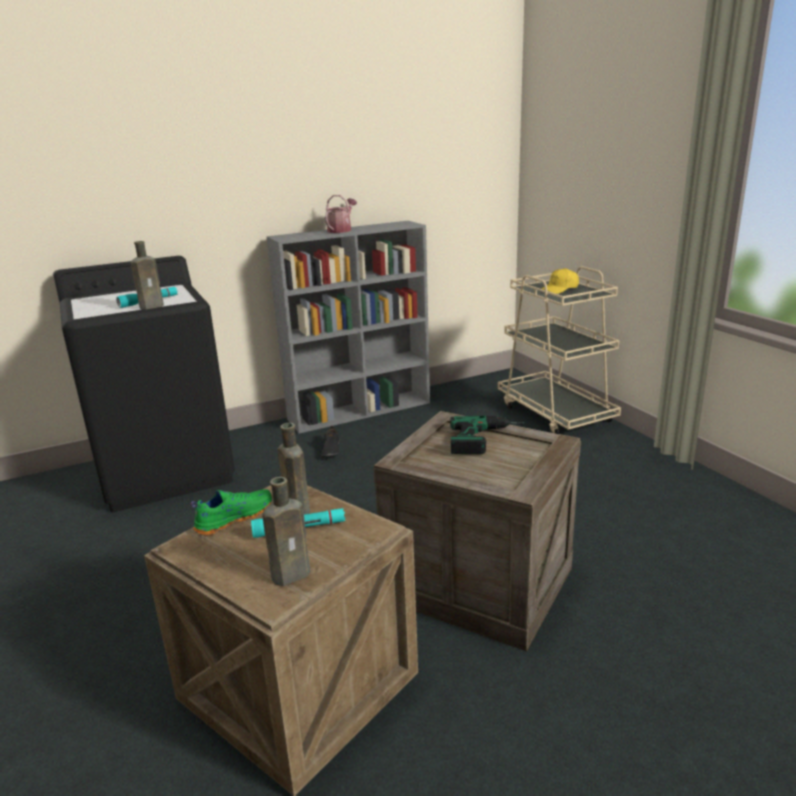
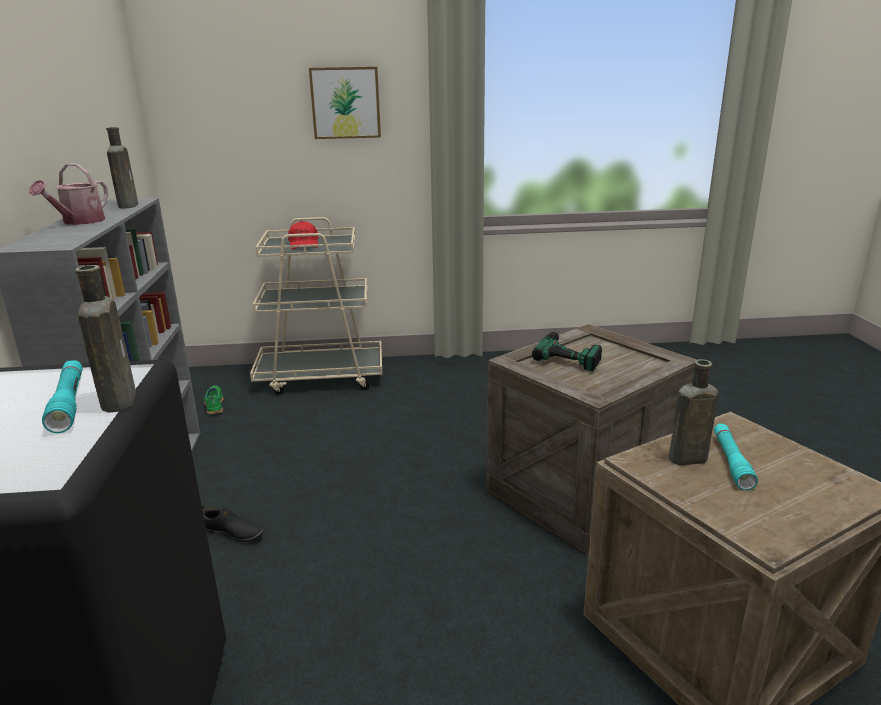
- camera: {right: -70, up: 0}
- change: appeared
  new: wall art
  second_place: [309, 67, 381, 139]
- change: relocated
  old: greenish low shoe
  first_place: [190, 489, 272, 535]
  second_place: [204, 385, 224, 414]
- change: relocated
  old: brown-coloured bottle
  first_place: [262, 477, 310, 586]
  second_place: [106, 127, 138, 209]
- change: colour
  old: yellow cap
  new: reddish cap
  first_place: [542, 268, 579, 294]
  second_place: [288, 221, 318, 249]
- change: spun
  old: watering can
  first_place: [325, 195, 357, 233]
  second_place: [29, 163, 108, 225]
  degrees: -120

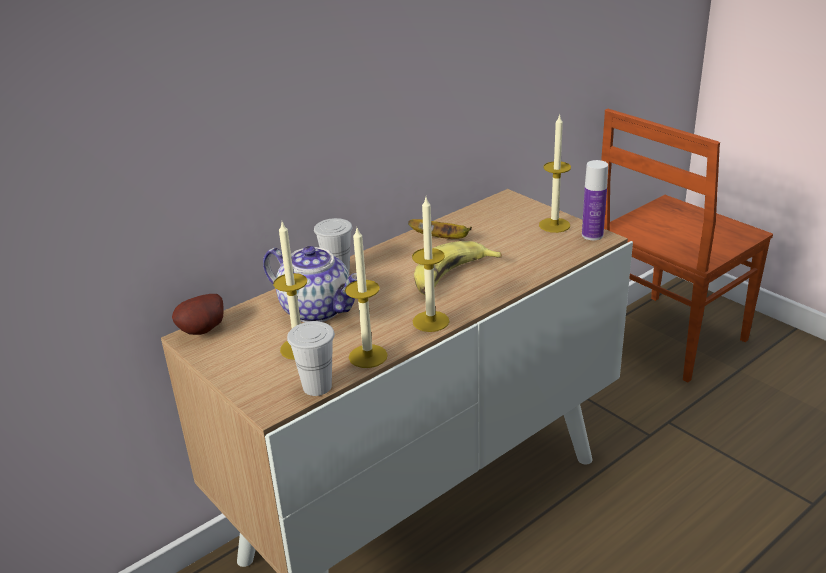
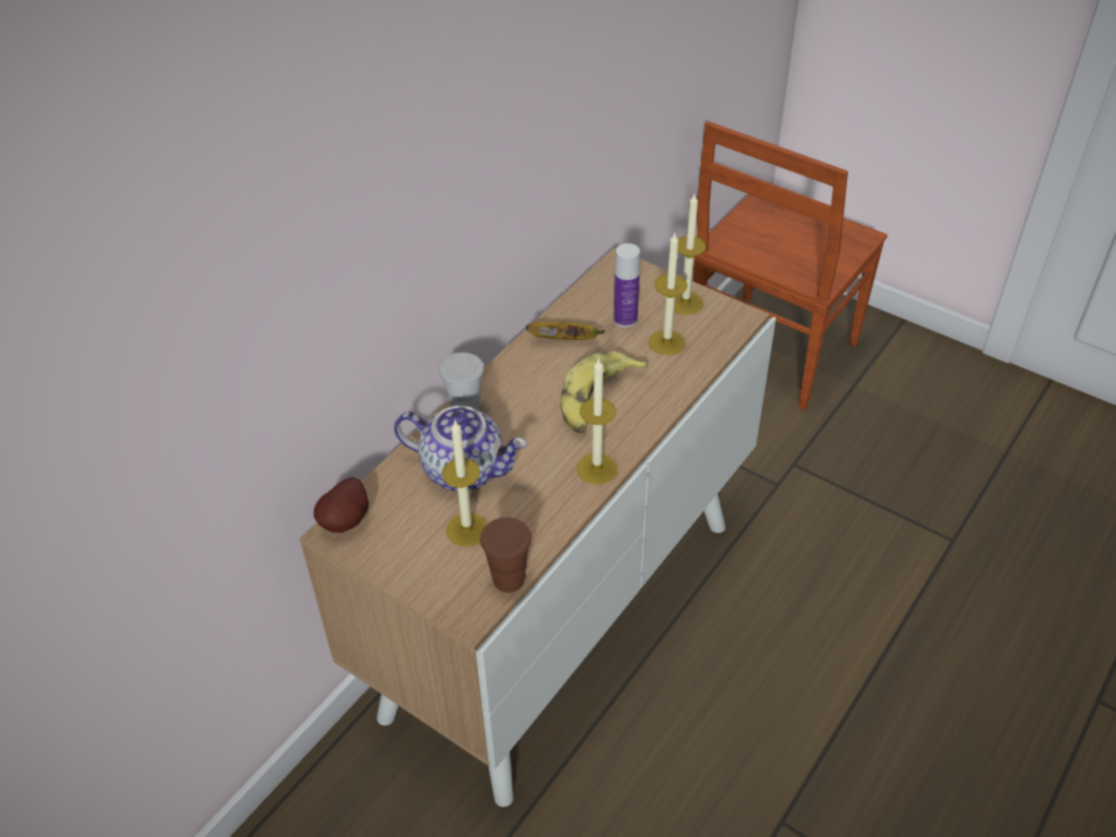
- camera: {right: -15, up: 15}
- change: relocated
  old: wax light
  first_place: [345, 228, 388, 368]
  second_place: [649, 233, 688, 356]
- change: relocated
  old: bottle
  first_place: [582, 160, 608, 240]
  second_place: [613, 243, 640, 328]
- change: colour
  old: whitish drinking cup
  new: brown-coloured drinking cup
  first_place: [287, 321, 335, 396]
  second_place: [480, 517, 532, 593]

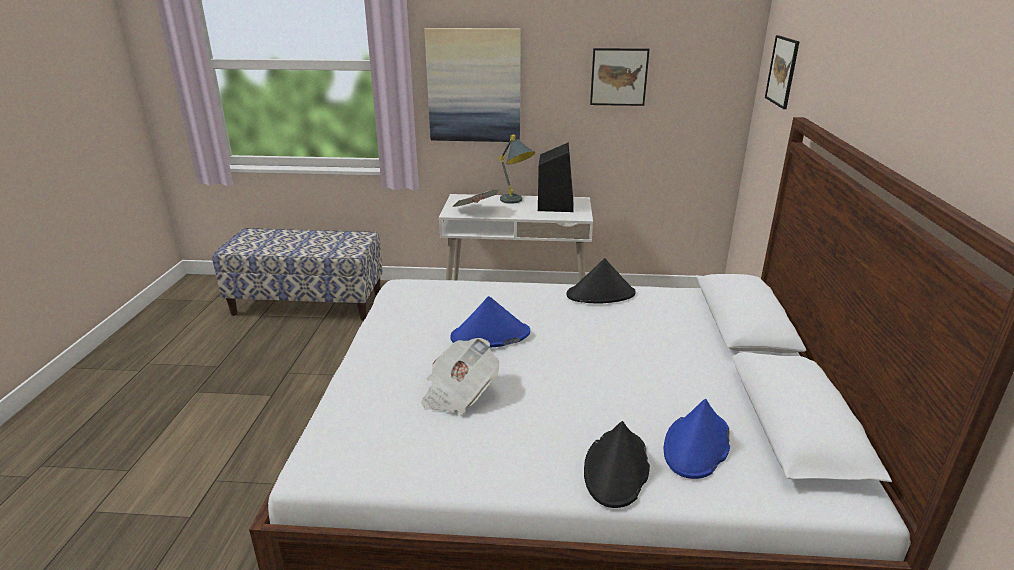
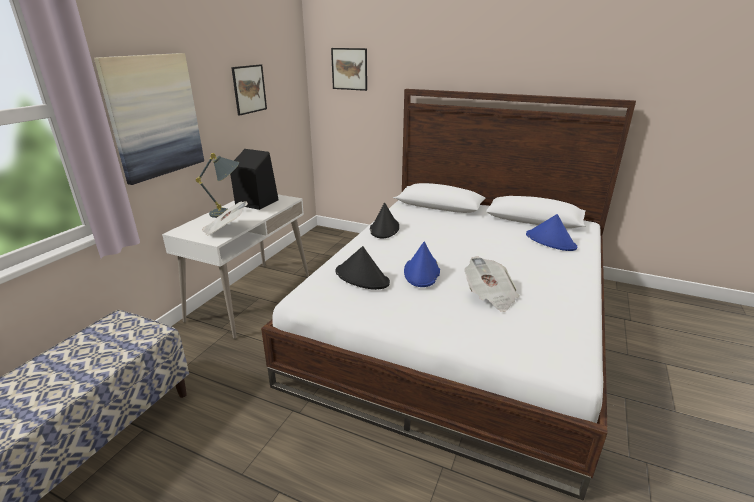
- camera: {right: -70, up: 0}
- change: relocated
  old: black wearable hat
  first_place: [584, 421, 650, 508]
  second_place: [335, 246, 390, 290]

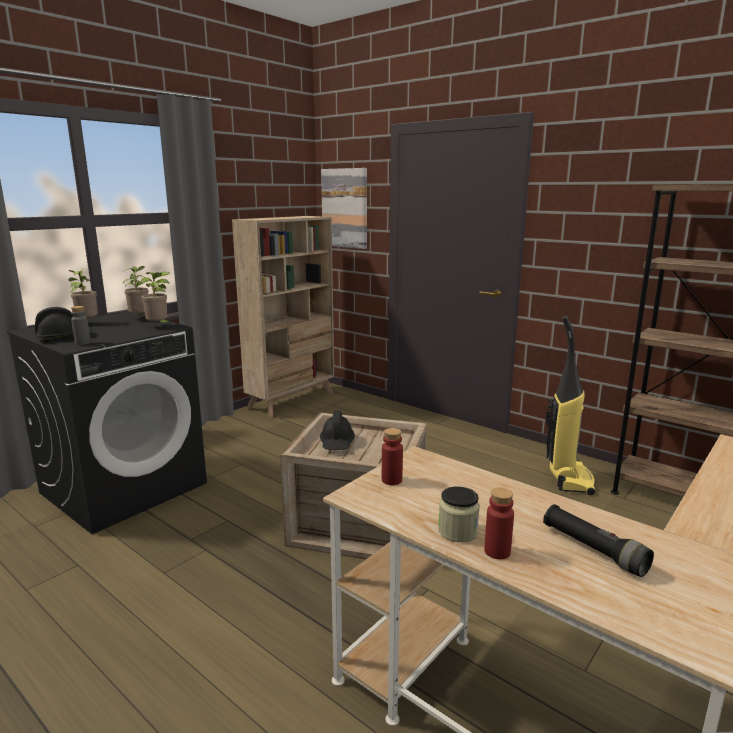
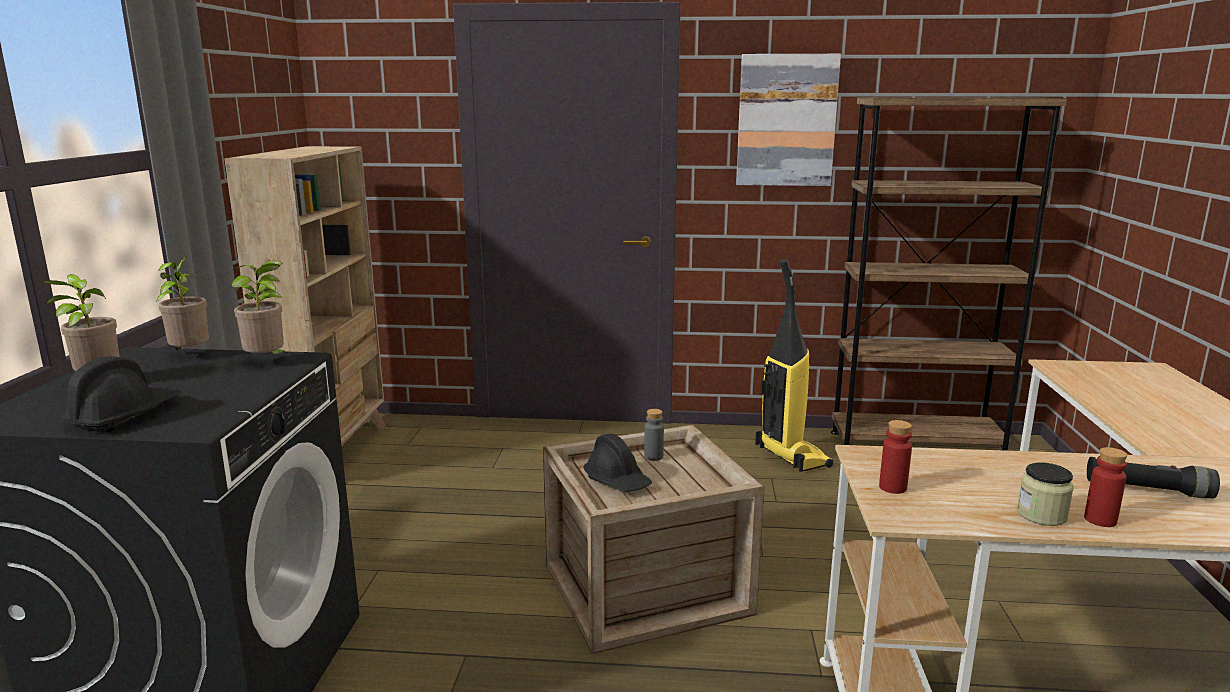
- camera: {right: -35, up: 0}
- change: relocated
  old: grey bottle
  first_place: [71, 306, 91, 345]
  second_place: [644, 409, 664, 461]
- change: relocated
  old: wall art
  first_place: [321, 168, 367, 249]
  second_place: [736, 54, 841, 186]

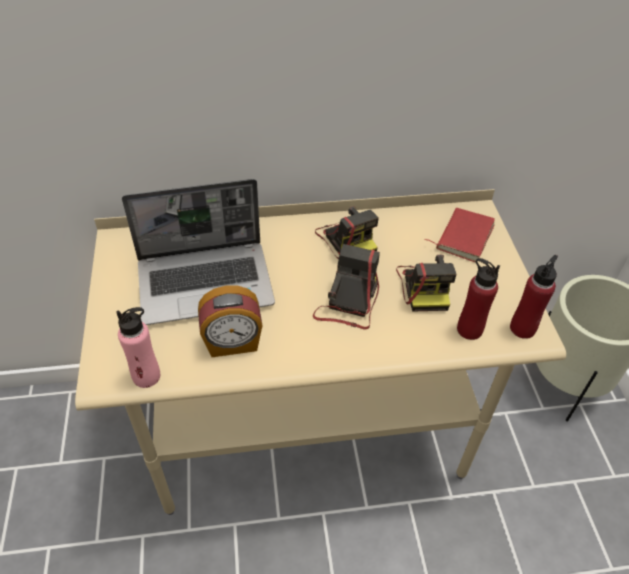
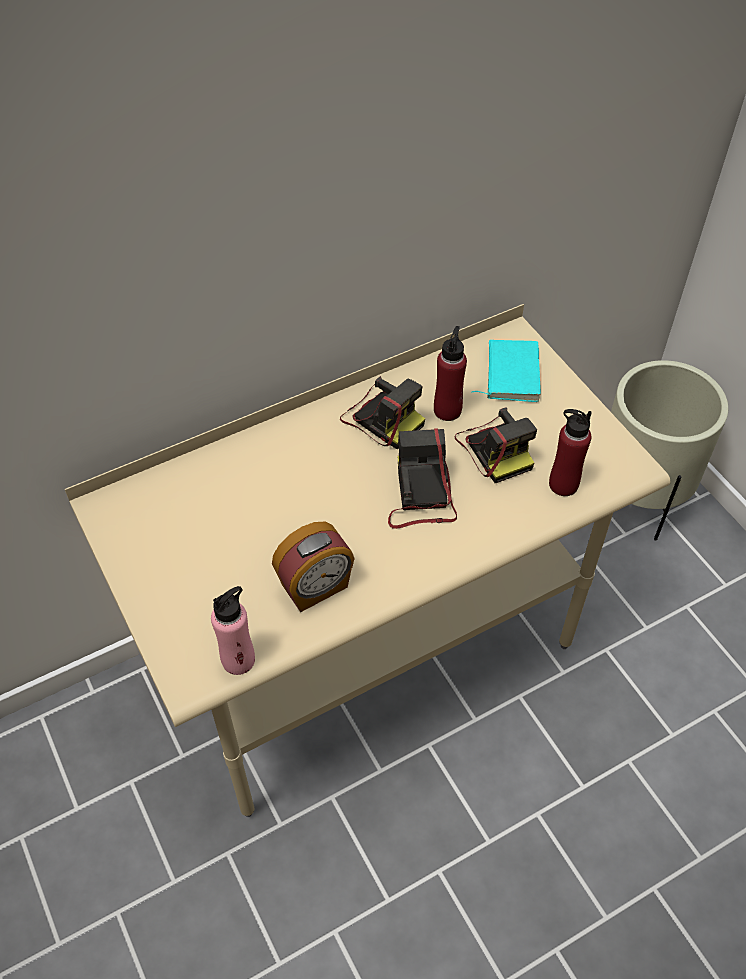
- camera: {right: -20, up: 5}
- change: missing
  old: laptop
  first_place: [122, 179, 275, 325]
- change: relocated
  old: reddish bottle
  first_place: [510, 255, 558, 339]
  second_place: [434, 326, 467, 421]
- change: colour
  old: reddish bound book
  new: blue-green bound book
  first_place: [424, 208, 495, 262]
  second_place: [471, 340, 541, 402]

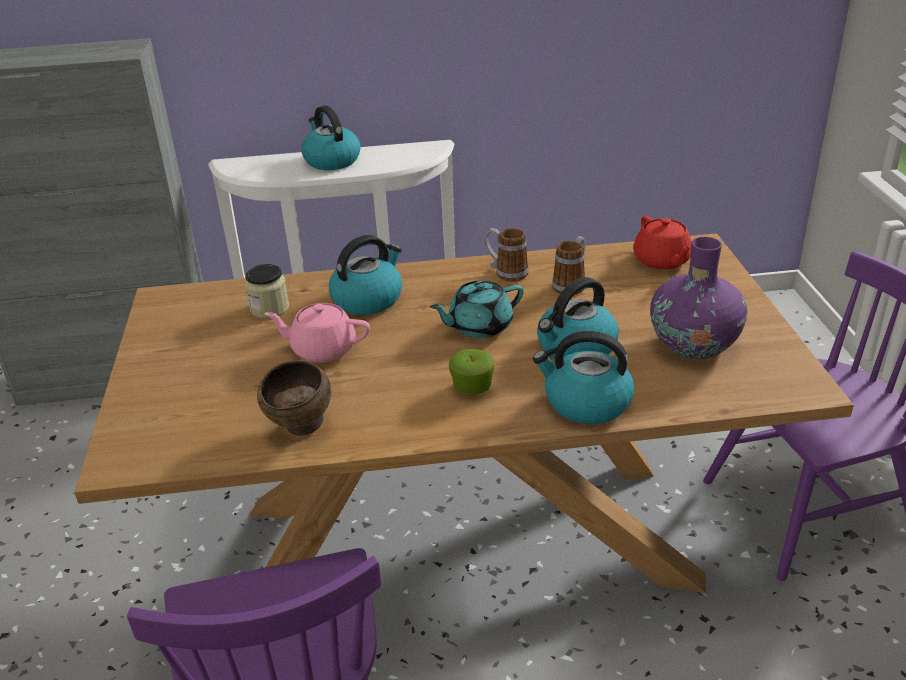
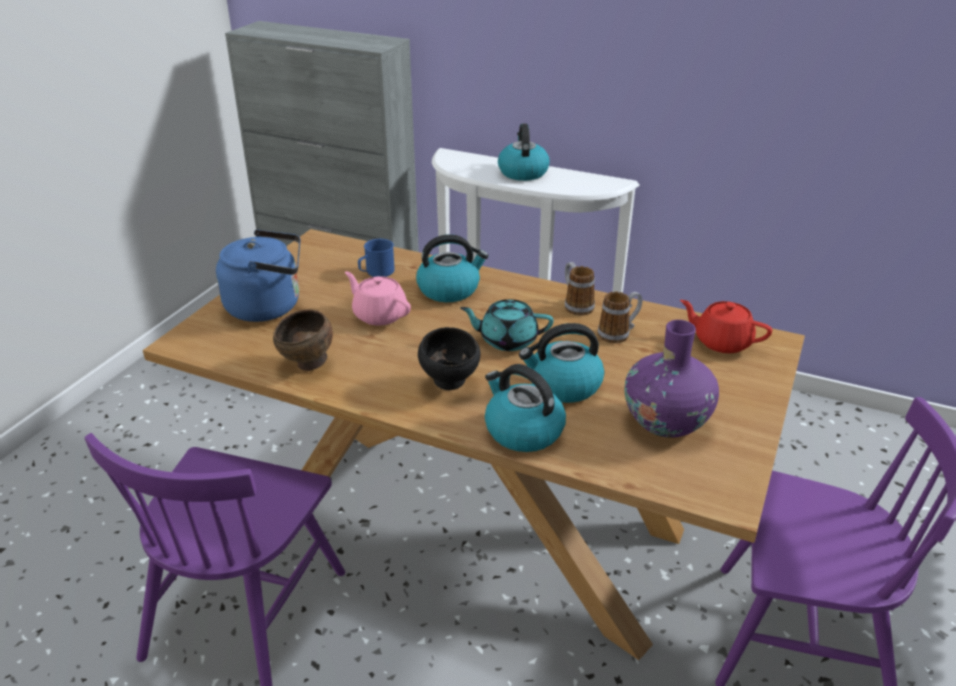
- camera: {right: 30, up: 0}
- change: appeared
  new: bluish kettle
  second_place: [216, 230, 300, 322]
- change: exchanged
  old: jar
  new: bluish mug
  first_place: [245, 264, 289, 318]
  second_place: [358, 239, 395, 277]
- change: exchanged
  old: apple
  new: black serving bowl
  first_place: [449, 349, 494, 394]
  second_place: [418, 327, 481, 390]
- change: spun
  old: reddish tea pot
  first_place: [633, 216, 692, 270]
  second_place: [680, 300, 772, 353]
  degrees: 105

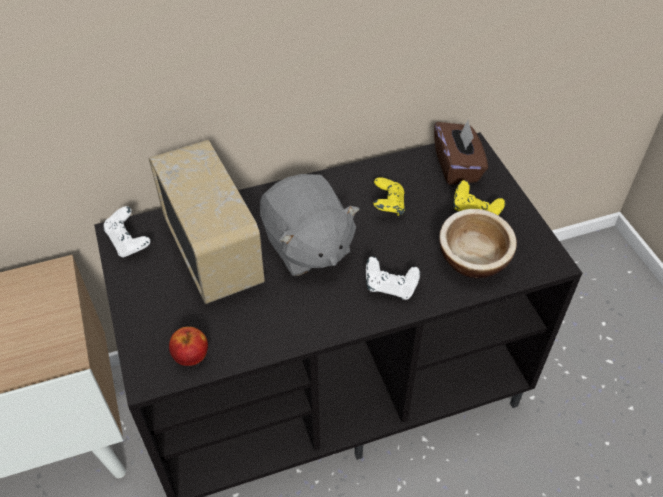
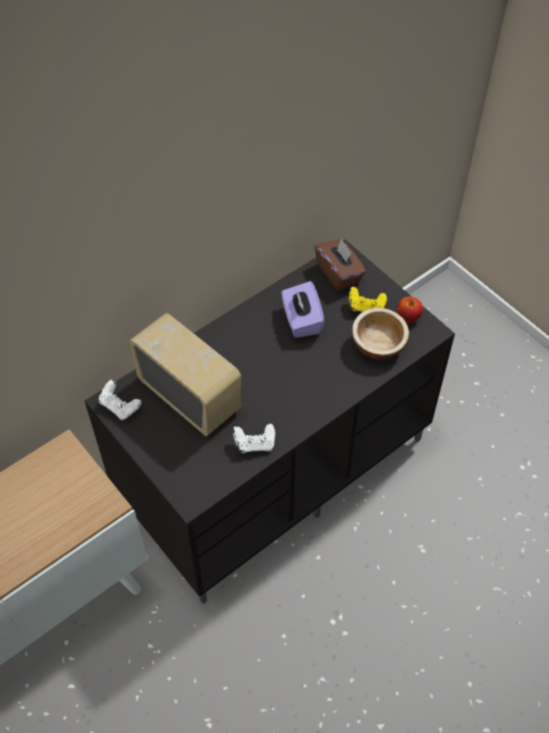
- camera: {right: -20, up: 5}
- change: missing
  old: grey cuddly toy
  first_place: [260, 174, 360, 276]
- change: relocated
  old: apple
  first_place: [169, 327, 208, 366]
  second_place: [397, 297, 423, 322]
- change: relocated
  old: whitish gamepad
  first_place: [366, 256, 420, 300]
  second_place: [233, 424, 275, 453]
- change: exchanged
  old: yellow gamepad
  new: purple-coloured tissue box
  first_place: [373, 177, 405, 216]
  second_place: [281, 281, 325, 338]

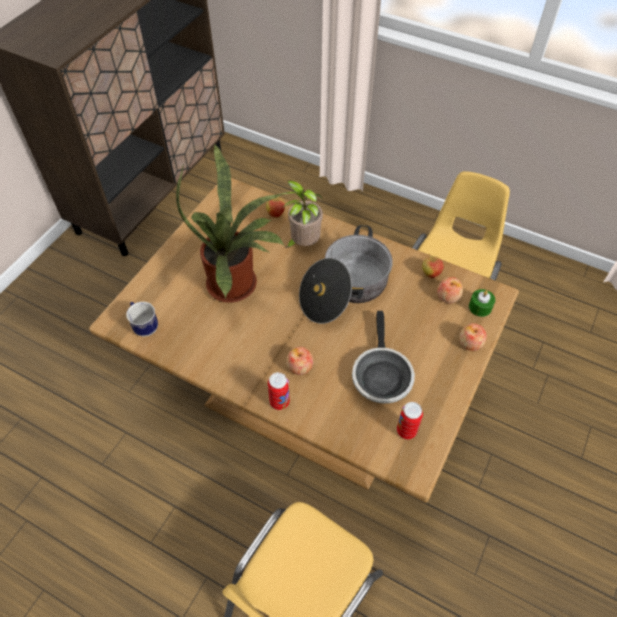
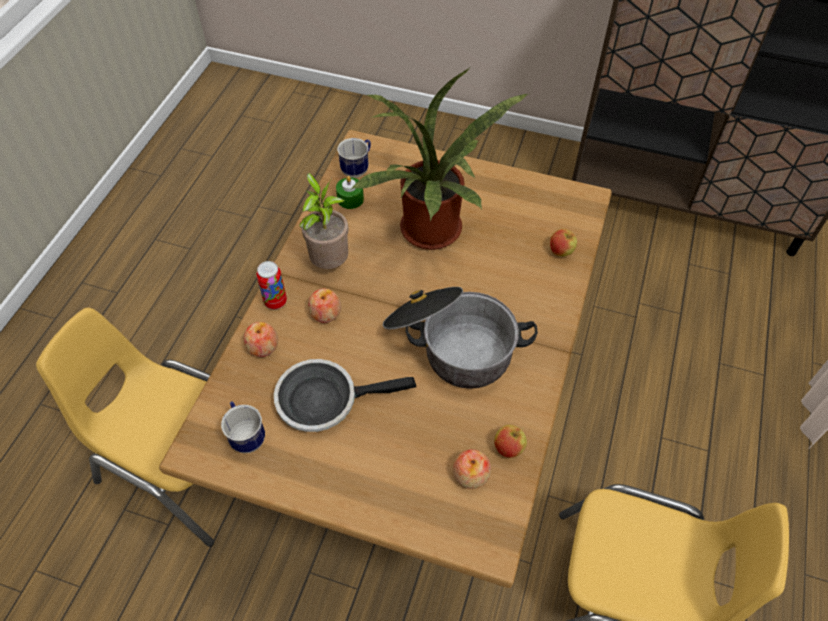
- camera: {right: 80, up: 0}
- change: relocated
  old: plant in a pot
  first_place: [281, 180, 323, 248]
  second_place: [299, 173, 348, 269]
- change: relocated
  old: apple
  first_place: [459, 323, 487, 351]
  second_place: [243, 322, 278, 357]
- change: relocated
  old: greenish wax light
  first_place: [469, 289, 495, 317]
  second_place: [336, 176, 364, 209]
- change: exchanged
  old: metal can
  new: mug
  first_place: [397, 402, 423, 439]
  second_place: [221, 401, 265, 453]

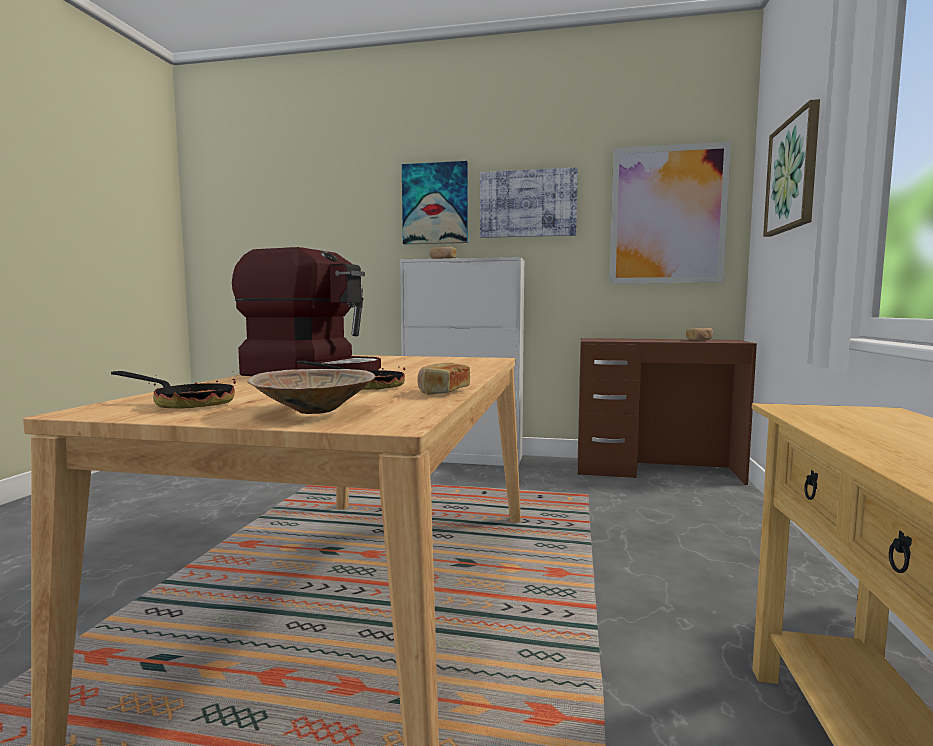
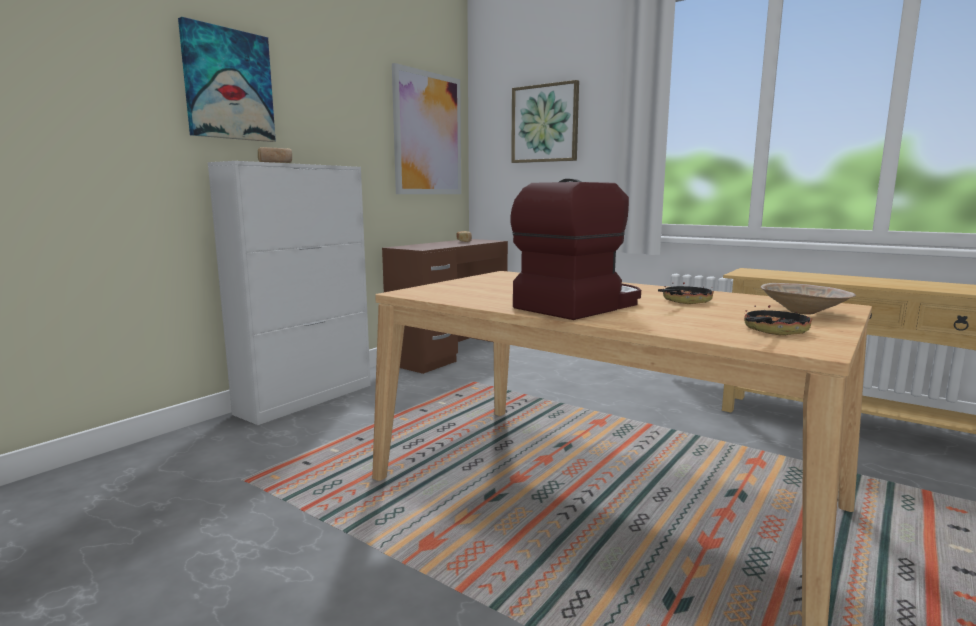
- camera: {right: -65, up: 5}
- change: missing
  old: bakery bread
  first_place: [417, 362, 470, 395]
- change: missing
  old: wall art
  first_place: [480, 168, 578, 238]

